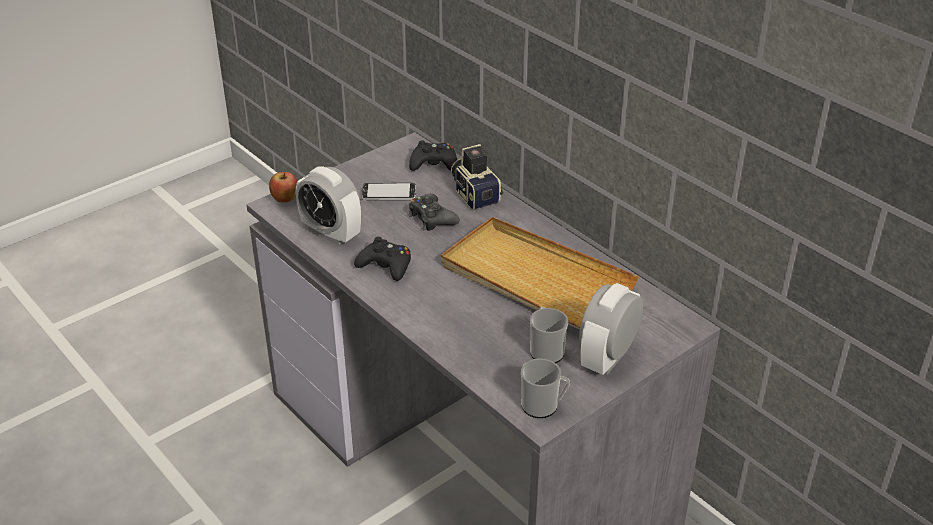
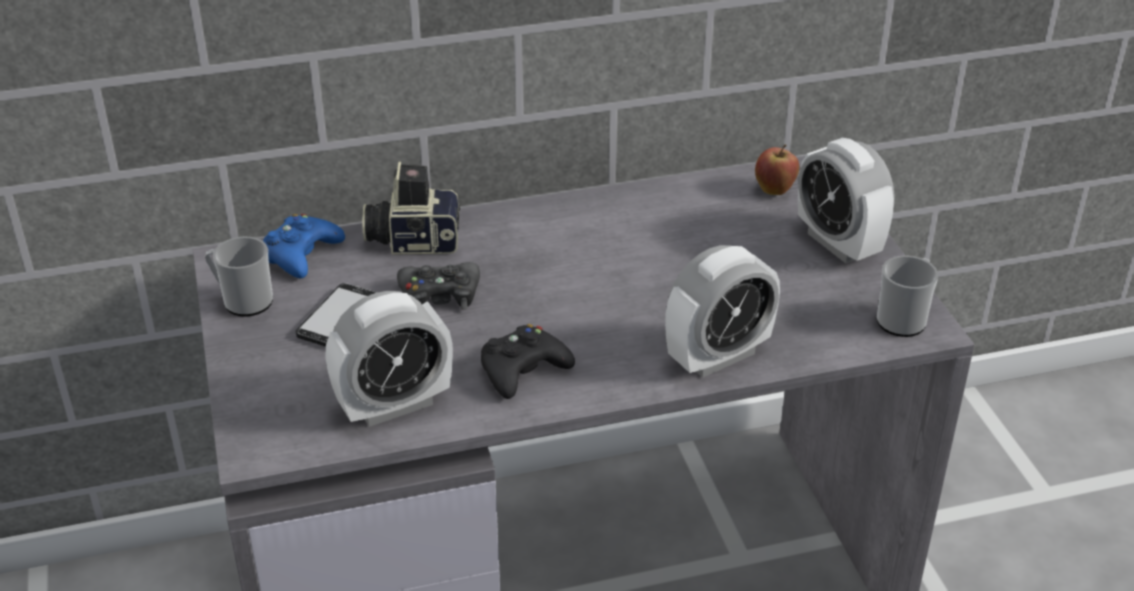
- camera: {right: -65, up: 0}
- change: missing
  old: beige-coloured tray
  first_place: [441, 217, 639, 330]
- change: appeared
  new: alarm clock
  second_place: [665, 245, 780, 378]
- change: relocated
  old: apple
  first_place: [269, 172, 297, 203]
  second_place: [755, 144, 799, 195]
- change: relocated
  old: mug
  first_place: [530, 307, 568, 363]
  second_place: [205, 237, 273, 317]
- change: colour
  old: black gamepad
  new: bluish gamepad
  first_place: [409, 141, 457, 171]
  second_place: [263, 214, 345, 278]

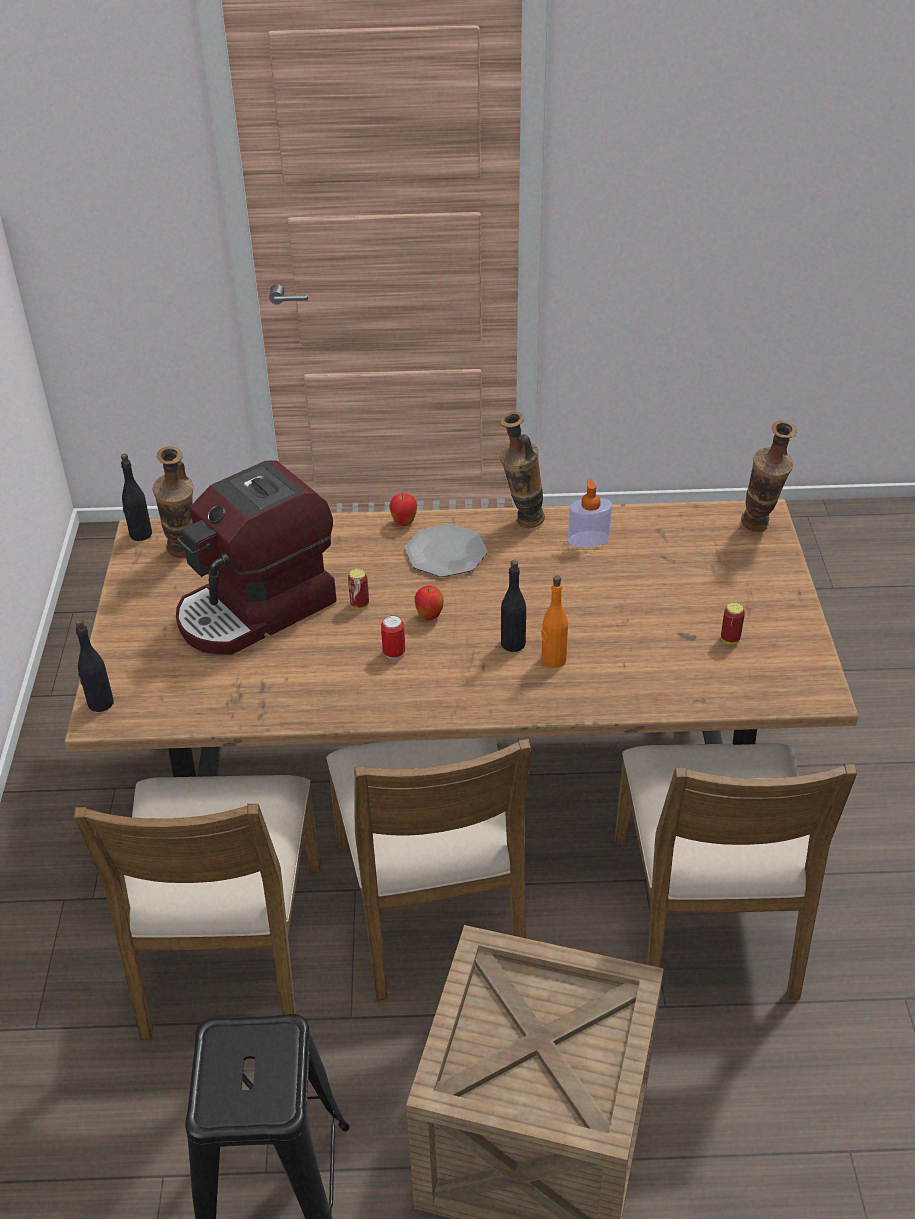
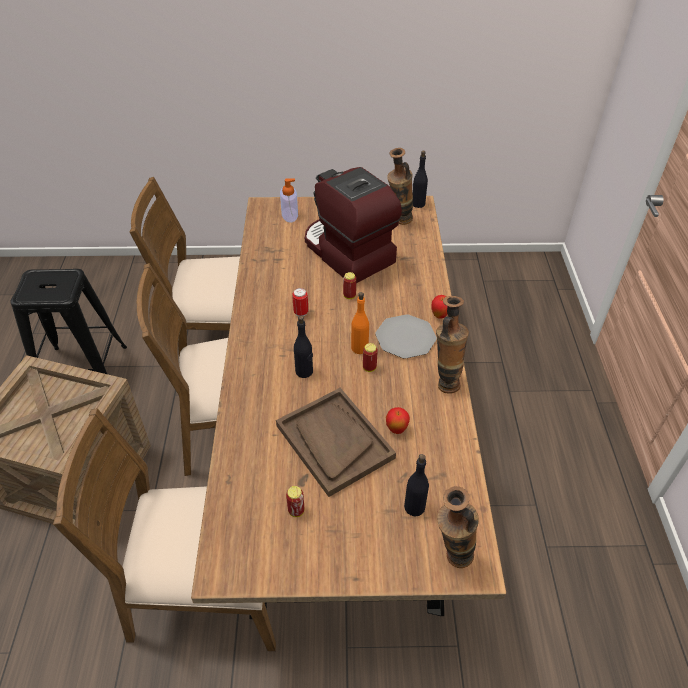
- camera: {right: 90, up: 5}
- change: appeared
  new: brown-coloured tray
  second_place: [276, 388, 396, 497]
- change: appeared
  new: metal can
  second_place: [363, 343, 378, 372]
- change: relocated
  old: black bottle
  first_place: [75, 619, 114, 712]
  second_place: [404, 454, 429, 516]
- change: relocated
  old: apple
  first_place: [415, 585, 444, 620]
  second_place: [386, 407, 410, 434]
- change: relocated
  old: orangey bottle
  first_place: [541, 576, 568, 668]
  second_place: [351, 292, 369, 354]
- change: relocated
  old: soap dispenser
  first_place: [568, 479, 612, 548]
  second_place: [280, 178, 298, 223]

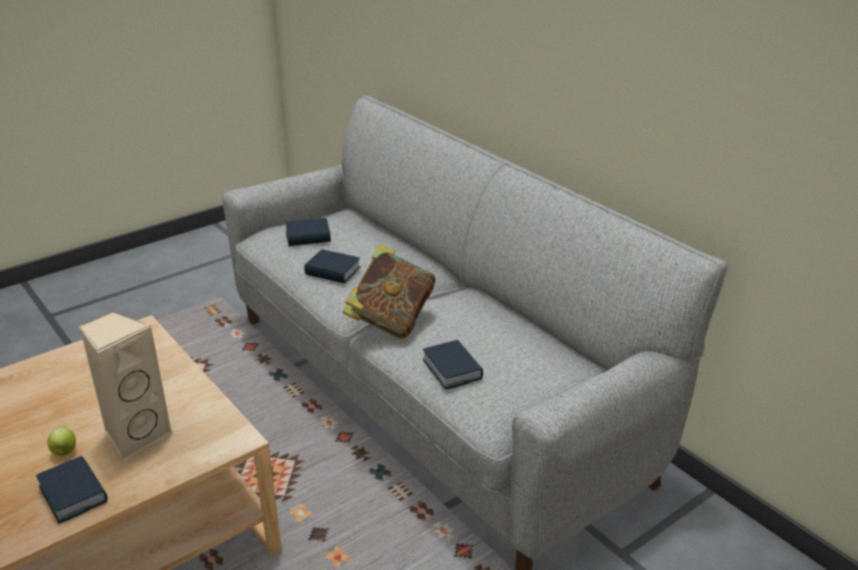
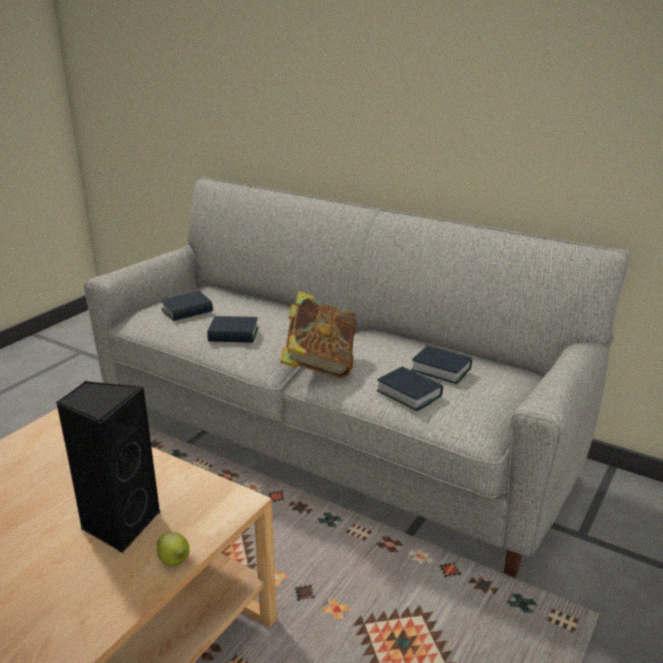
- camera: {right: -20, up: -5}
- change: relocated
  old: bound book
  first_place: [36, 456, 107, 524]
  second_place: [411, 345, 472, 384]
- change: relocated
  old: apple
  first_place: [48, 427, 76, 456]
  second_place: [157, 532, 190, 566]
- change: colour
  old: beige-coloured loudspeaker
  new: black loudspeaker
  first_place: [79, 310, 173, 460]
  second_place: [56, 380, 160, 553]

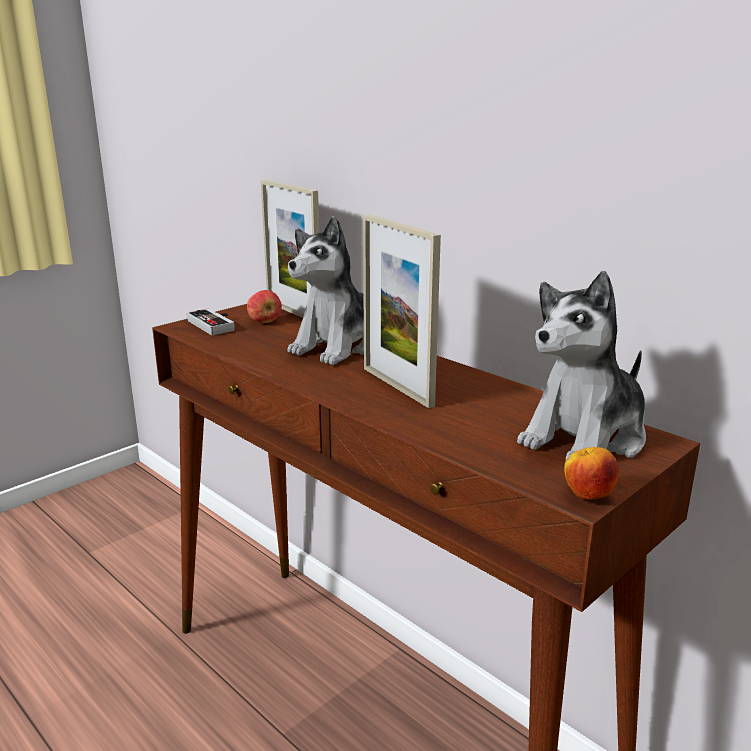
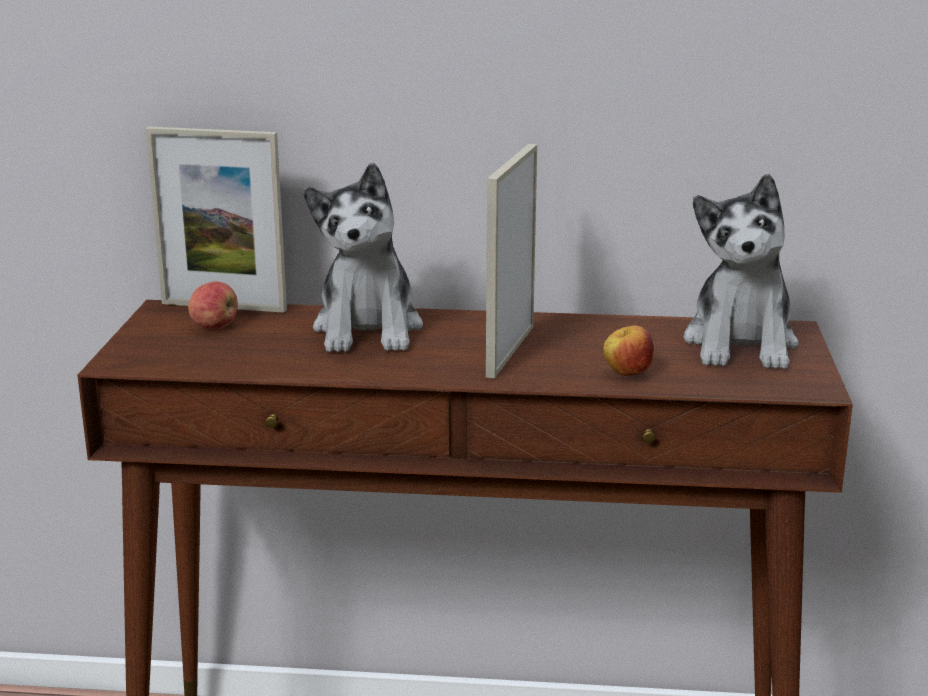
- camera: {right: -40, up: 0}
- change: missing
  old: gamepad
  first_place: [187, 308, 235, 335]
- change: relocated
  old: apple
  first_place: [564, 447, 619, 499]
  second_place: [603, 326, 654, 376]
- change: spun
  old: photo frame
  first_place: [363, 214, 441, 408]
  second_place: [486, 144, 537, 379]
  degrees: 90

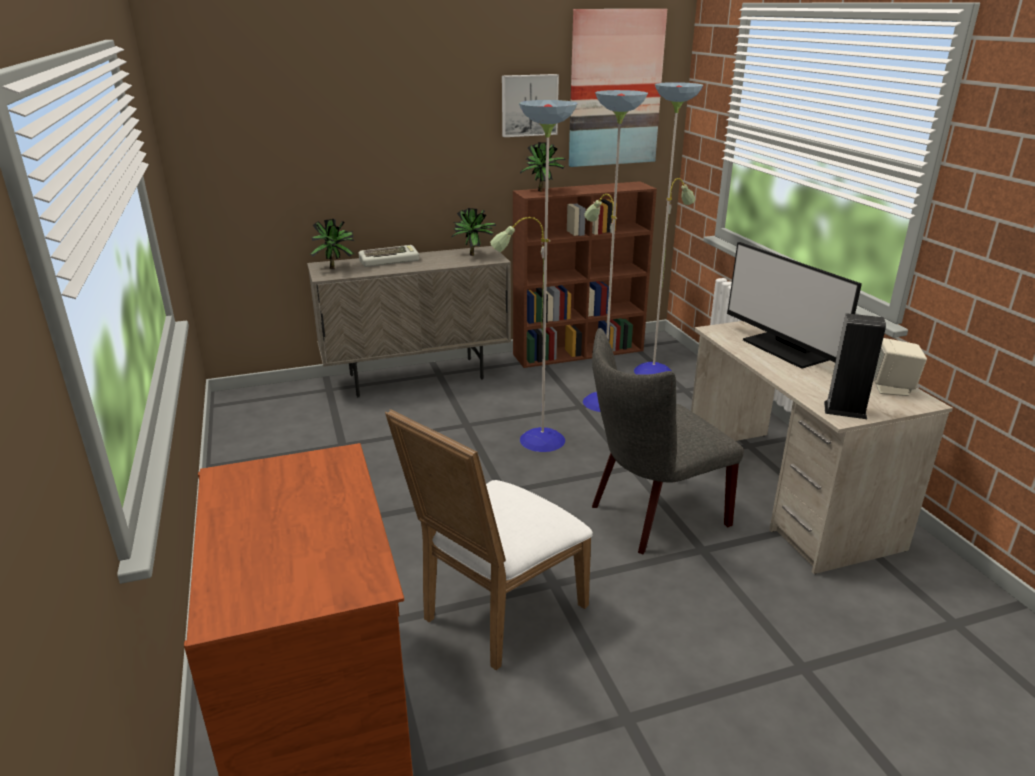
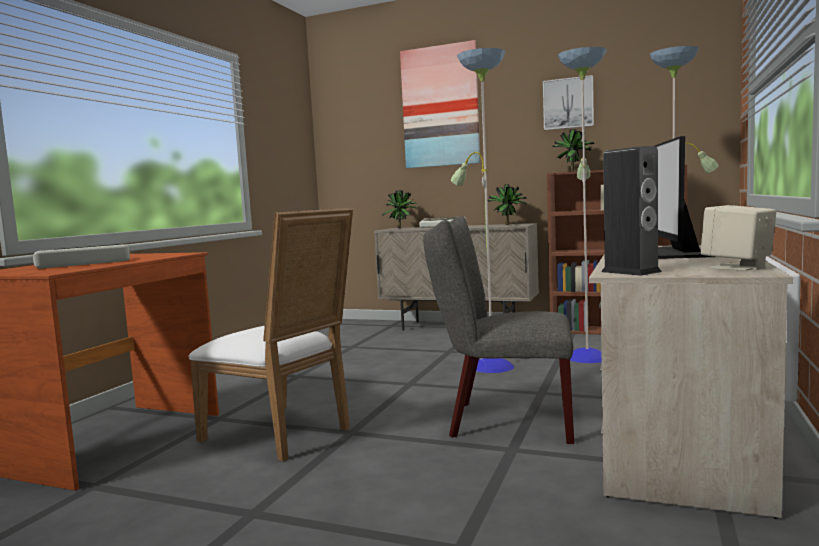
- camera: {right: 40, up: -20}
- change: appeared
  new: keyboard
  second_place: [33, 244, 130, 269]
- change: relocated
  old: wall art
  first_place: [569, 9, 667, 167]
  second_place: [400, 40, 480, 168]
- change: spun
  old: whitish upright chair
  first_place: [385, 409, 593, 671]
  second_place: [189, 208, 353, 461]
  degrees: -135

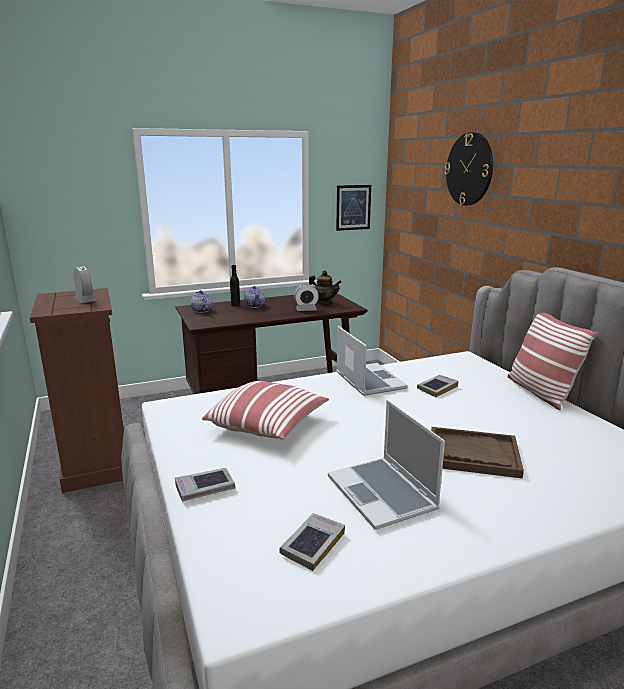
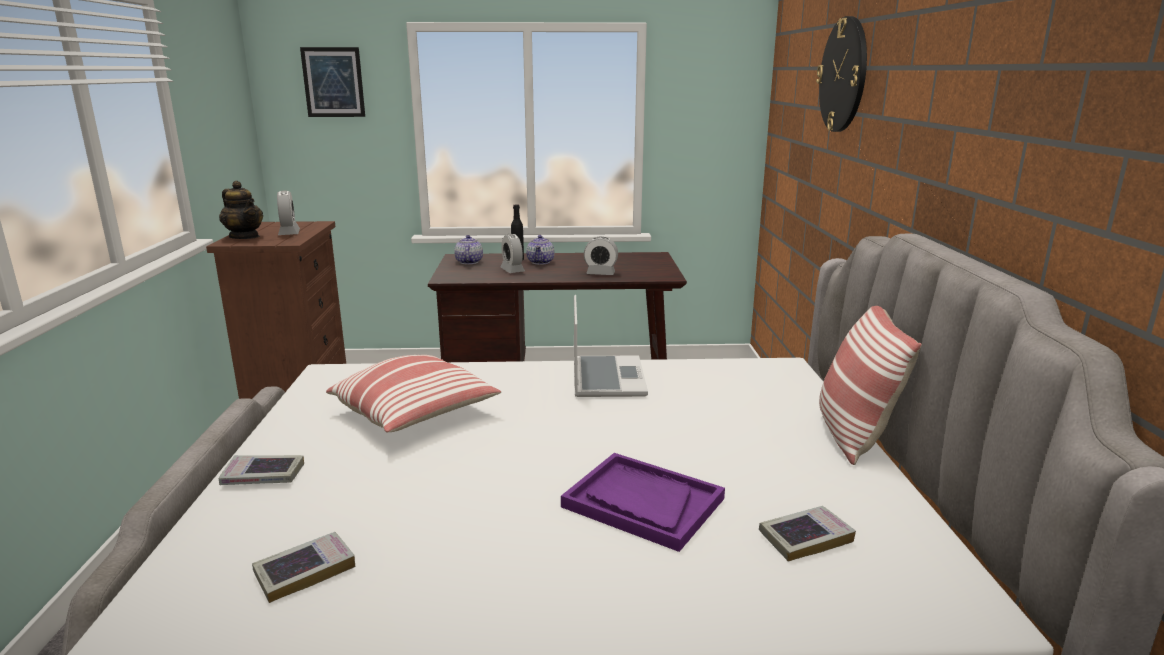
- camera: {right: 20, up: 0}
- change: missing
  old: laptop
  first_place: [328, 400, 445, 530]
- change: appeared
  new: alarm clock
  second_place: [501, 234, 525, 273]
- change: relocated
  old: tea pot
  first_place: [309, 271, 342, 305]
  second_place: [219, 181, 263, 239]
- change: relocated
  old: wall art
  first_place: [336, 185, 371, 231]
  second_place: [300, 47, 365, 117]
- change: relocated
  old: bound book
  first_place: [417, 375, 458, 397]
  second_place: [759, 506, 856, 562]
- change: colour
  old: brown-coloured tray
  new: purple-coloured tray
  first_place: [431, 427, 524, 478]
  second_place: [561, 453, 725, 552]

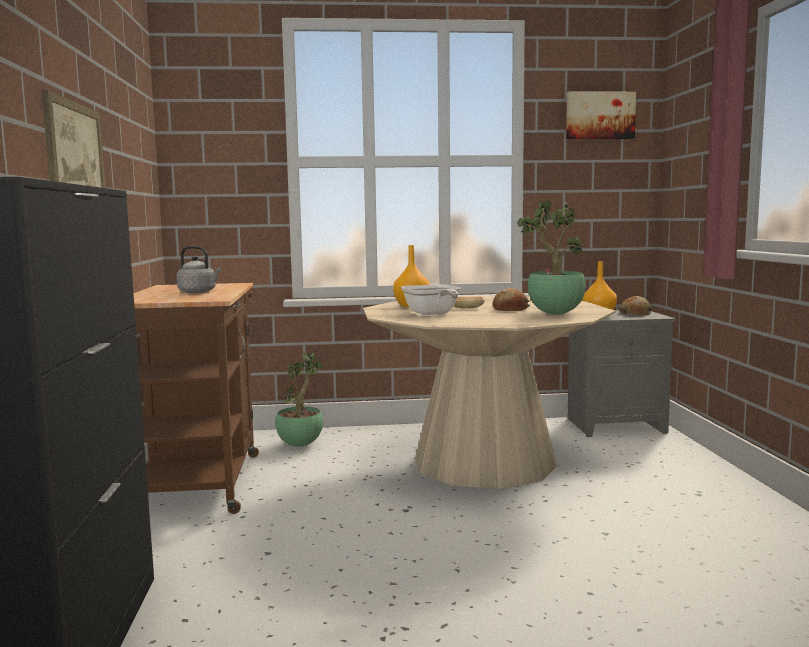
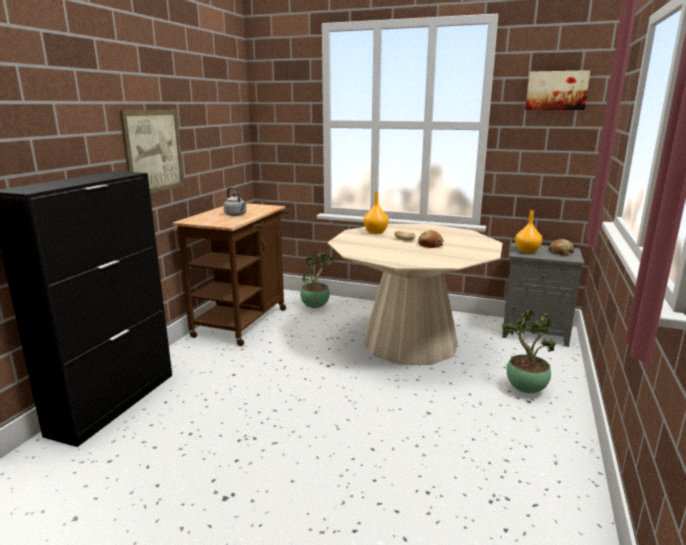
- camera: {right: 25, up: 10}
- change: missing
  old: frying pan
  first_place: [401, 284, 461, 315]
- change: relocated
  old: plant in a pot
  first_place: [517, 200, 586, 315]
  second_place: [502, 309, 556, 393]

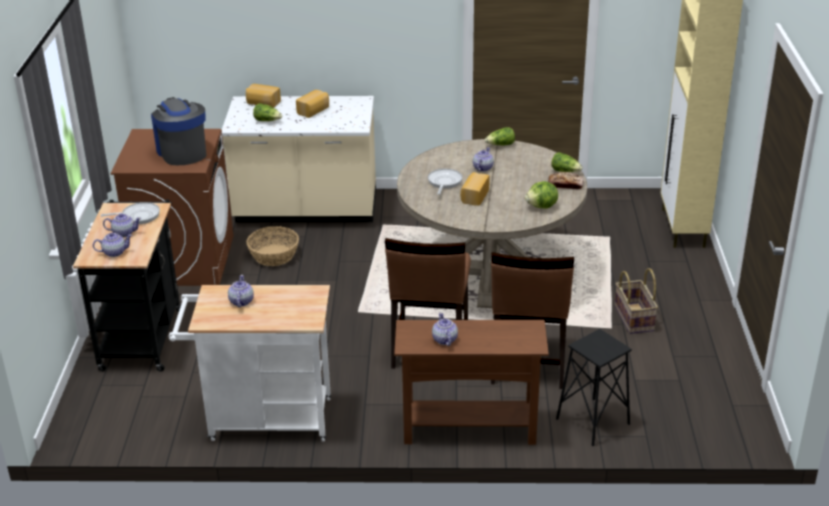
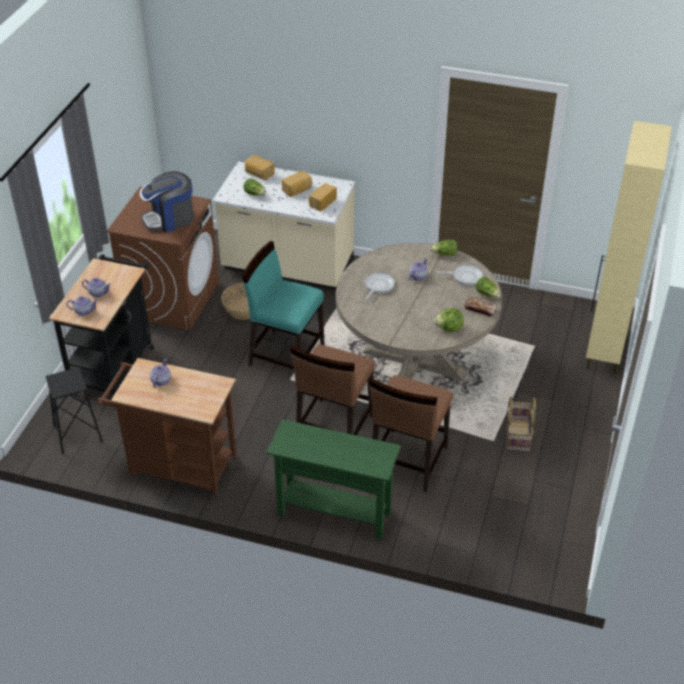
- camera: {right: 15, up: 10}
- change: missing
  old: tea pot
  first_place: [432, 312, 458, 346]
- change: appeared
  new: blue-green upright chair
  second_place: [242, 241, 324, 369]
- change: relocated
  old: frying pan
  first_place: [101, 202, 160, 224]
  second_place: [437, 264, 483, 286]
- change: relocated
  old: bakery bread
  first_place: [460, 172, 490, 206]
  second_place: [309, 183, 337, 211]
- change: relocated
  old: black stool seat
  first_place: [556, 329, 632, 446]
  second_place: [45, 367, 103, 454]
- change: colour
  old: whitish cart
  new: brown-coloured cart
  first_place: [168, 285, 331, 441]
  second_place: [97, 358, 237, 498]
- change: colour
  old: brown-coloured narrow table
  new: greenish narrow table
  first_place: [394, 320, 549, 445]
  second_place: [266, 419, 401, 540]
- change: spun
  old: coffee machine
  first_place: [151, 97, 206, 165]
  second_place: [140, 171, 194, 233]
  degrees: -105

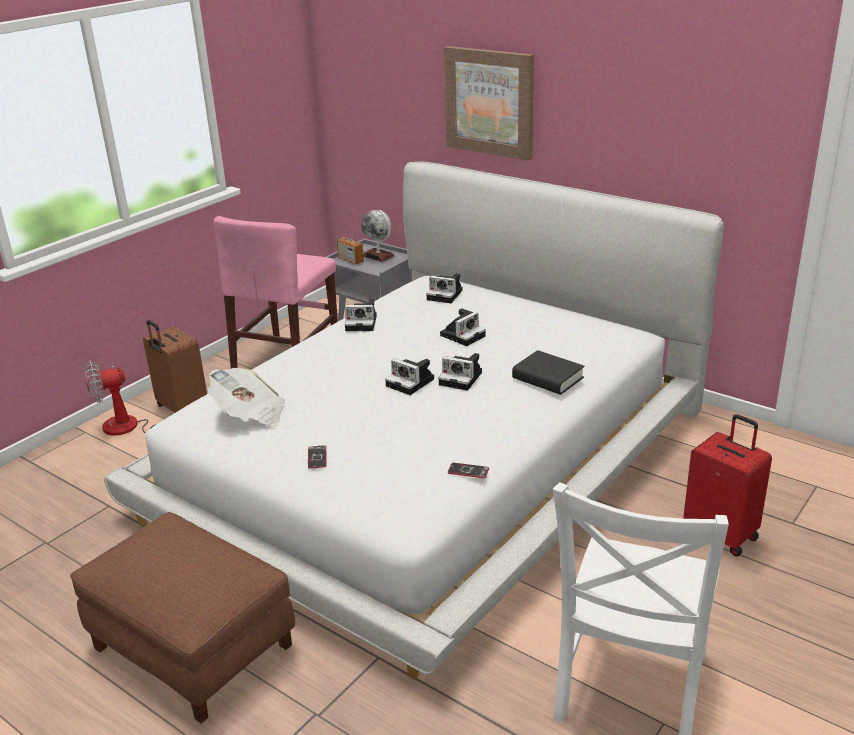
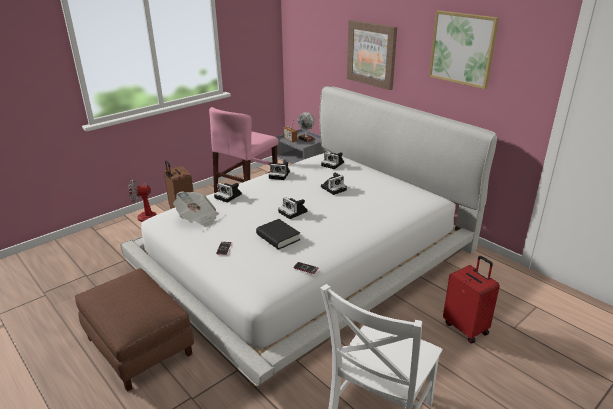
- camera: {right: 10, up: 0}
- change: appeared
  new: wall art
  second_place: [429, 10, 499, 89]
- change: relocated
  old: still camera
  first_place: [438, 353, 482, 391]
  second_place: [214, 183, 242, 203]
- change: relocated
  old: black bound book
  first_place: [512, 350, 585, 395]
  second_place: [256, 219, 300, 250]

